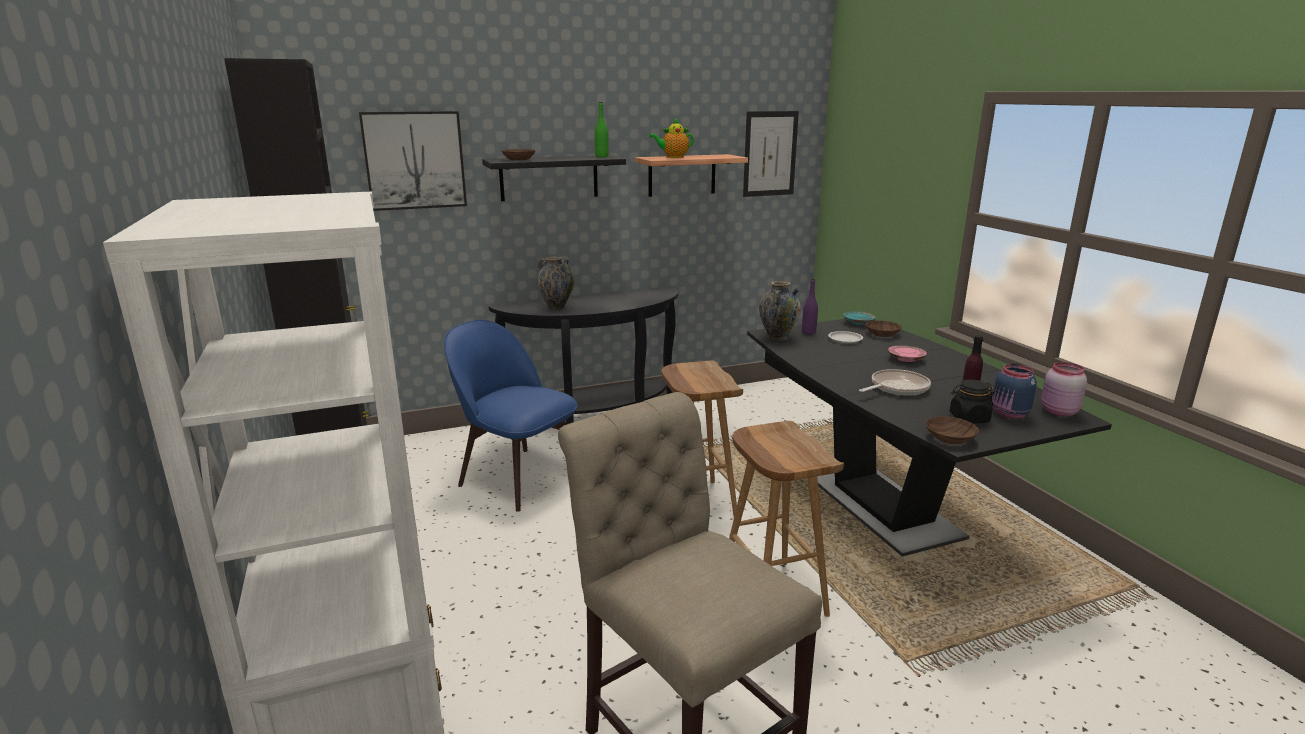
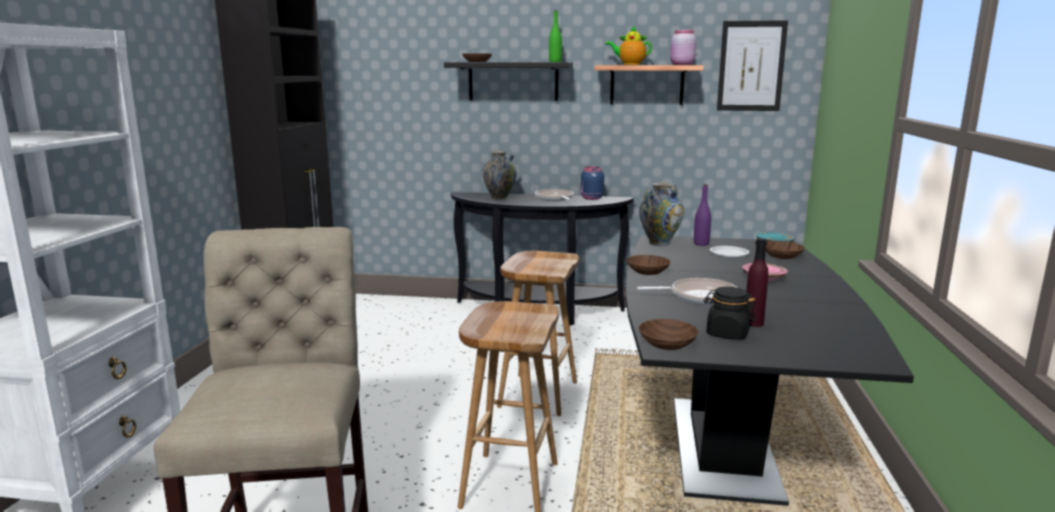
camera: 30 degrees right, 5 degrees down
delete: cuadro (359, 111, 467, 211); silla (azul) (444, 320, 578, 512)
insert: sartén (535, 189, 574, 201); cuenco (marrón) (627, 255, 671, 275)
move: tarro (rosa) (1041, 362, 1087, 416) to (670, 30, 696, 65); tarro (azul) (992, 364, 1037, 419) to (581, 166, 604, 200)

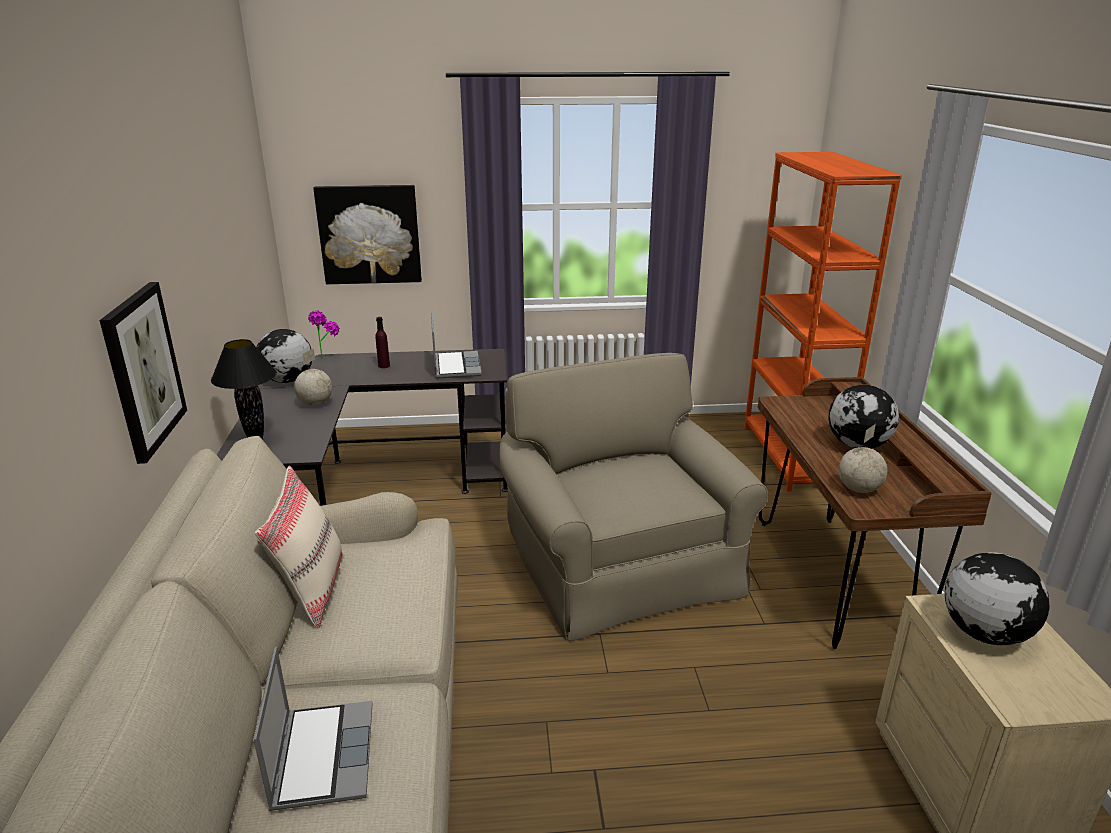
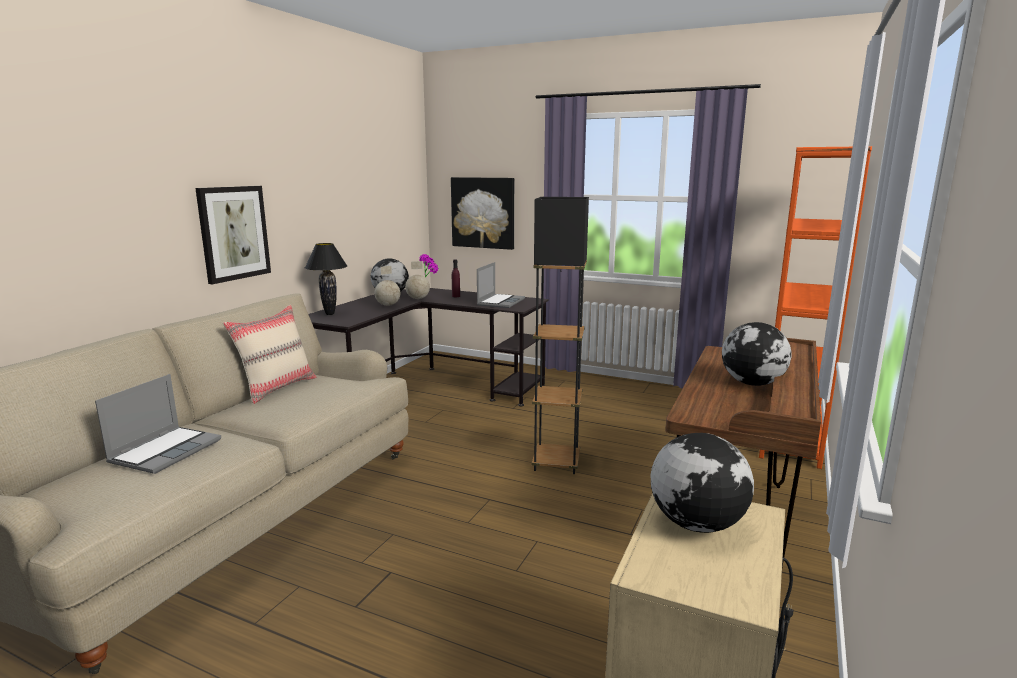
camera: 30 degrees right, 10 degrees down
move: globo terráqueo (838, 424, 887, 493) to (405, 261, 430, 299)
replace: sillón (beis) (499, 353, 768, 641) to lámpara de pie (negro) (531, 197, 589, 474)

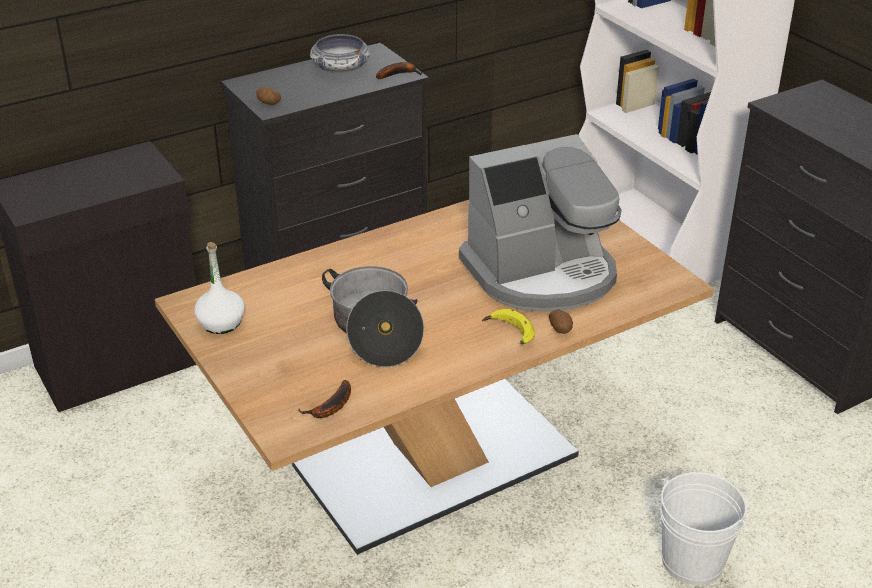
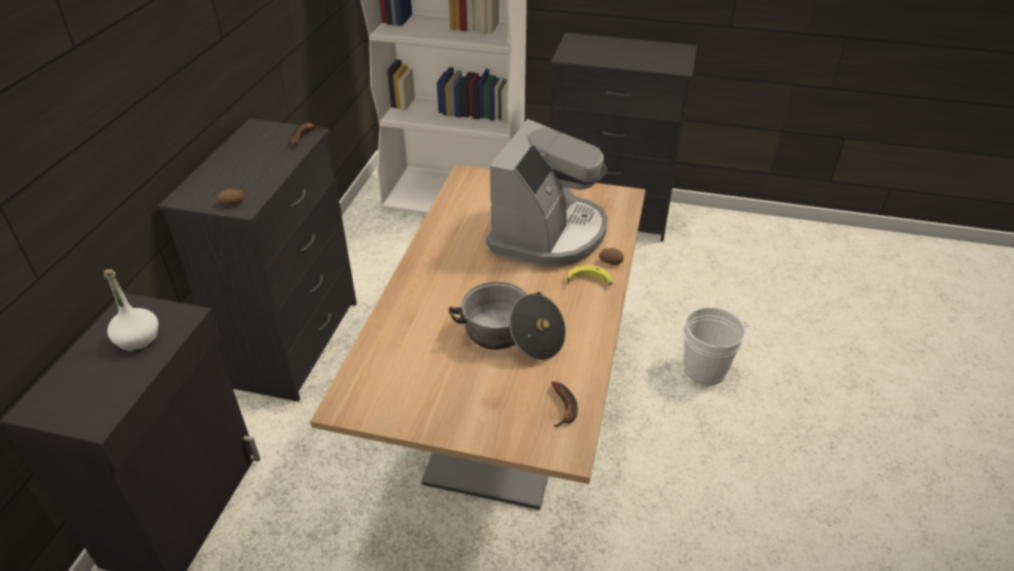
camera: 45 degrees left, 5 degrees up
delete: cuenco (310, 34, 371, 73)
move: botella (blanco) (194, 242, 245, 334) to (104, 269, 159, 352)

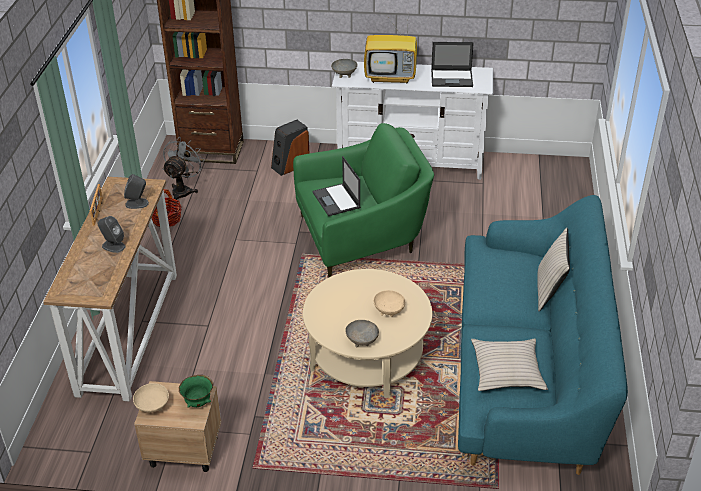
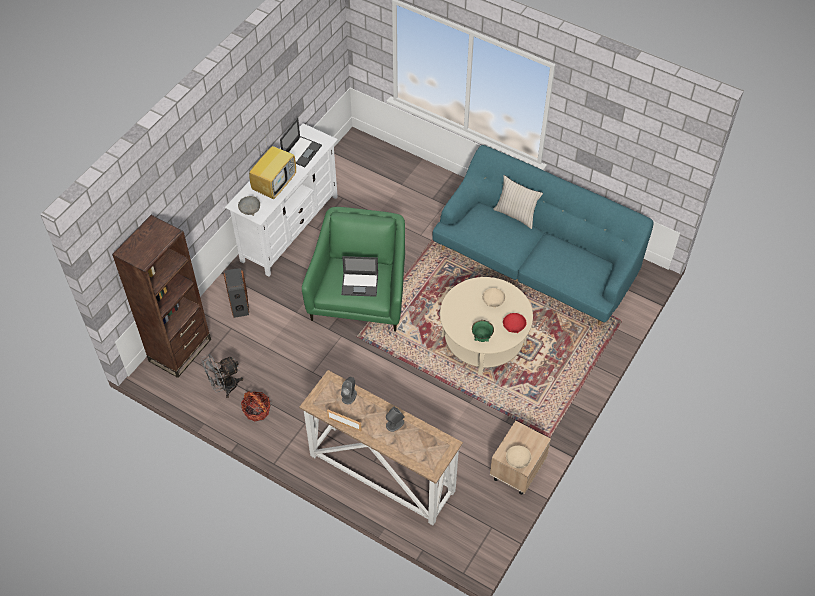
camera: 65 degrees left, 15 degrees up
delete: cojín (beis) (471, 339, 548, 391)
move: cuenco (verde) (179, 375, 214, 408) to (472, 320, 494, 342)
recolor: cuenco (gris) (345, 320, 379, 347) to cuenco (rojo) (503, 313, 527, 333)
rotate: ventilador (gris) (162, 137, 205, 200) = (201, 354, 243, 398) 75 degrees counterclockwise

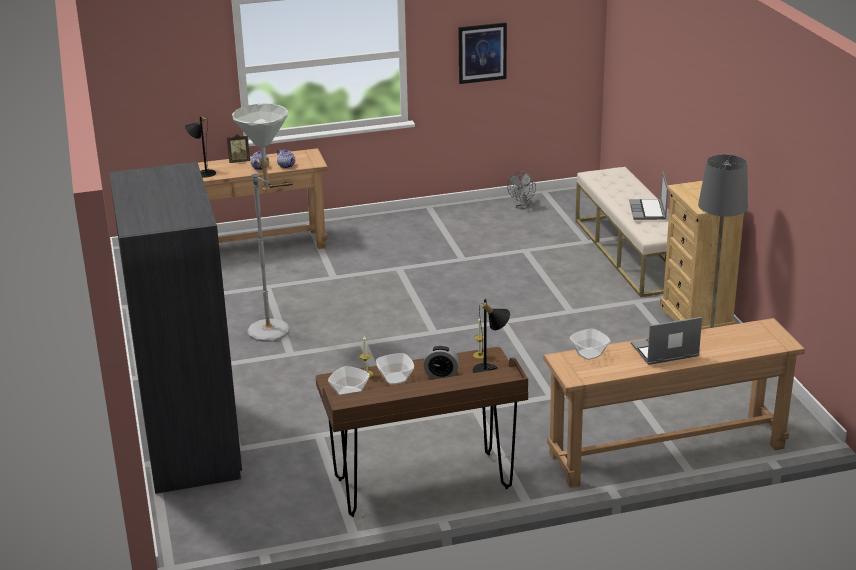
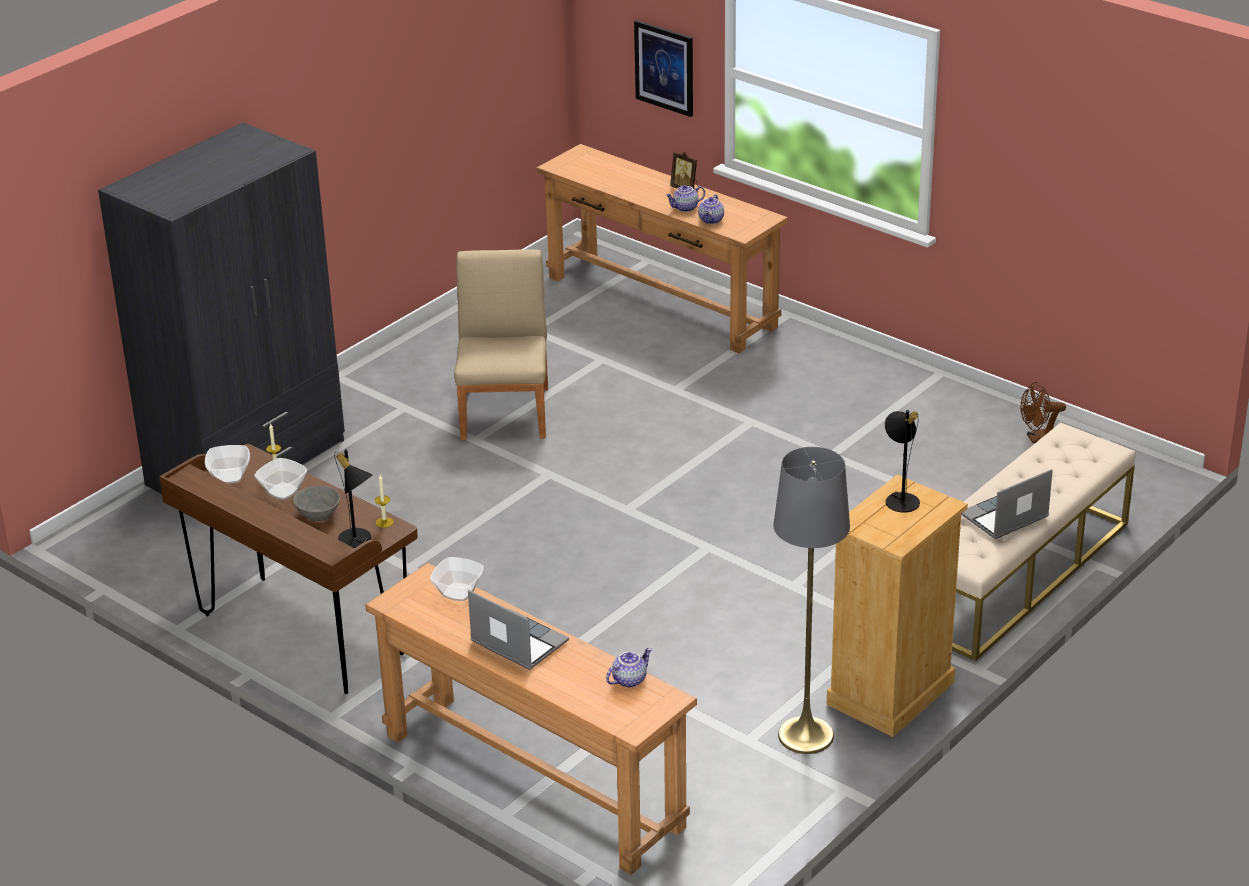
camera: 55 degrees right, 5 degrees up
insert: tetera (606, 648, 652, 688)
move: cuadro (459, 23, 507, 84) to (634, 20, 693, 117); lámpara de mesa (negro) (185, 116, 216, 178) to (885, 410, 920, 513)
replace: lámpara de pie (gris) (232, 103, 289, 342) to silla (beis) (454, 249, 548, 440); despertador (423, 345, 459, 378) to cuenco (gris) (293, 486, 340, 521)
recolor: ventilador (gris) (507, 172, 536, 209) to ventilador (marrón) (1021, 382, 1066, 443)

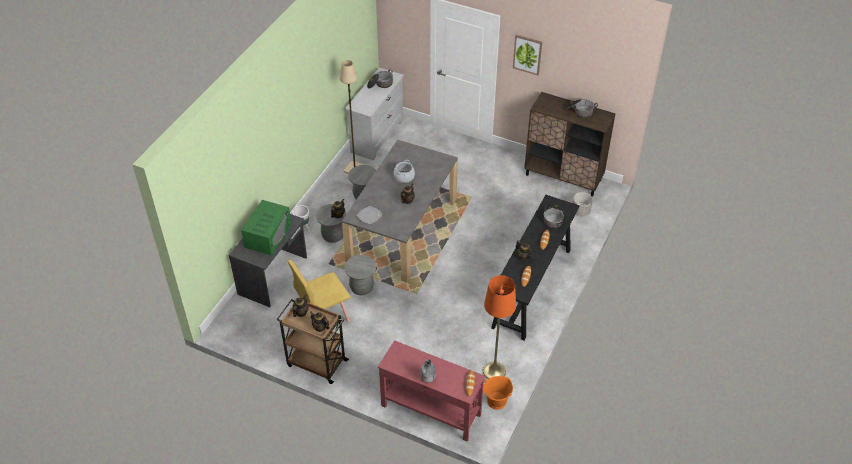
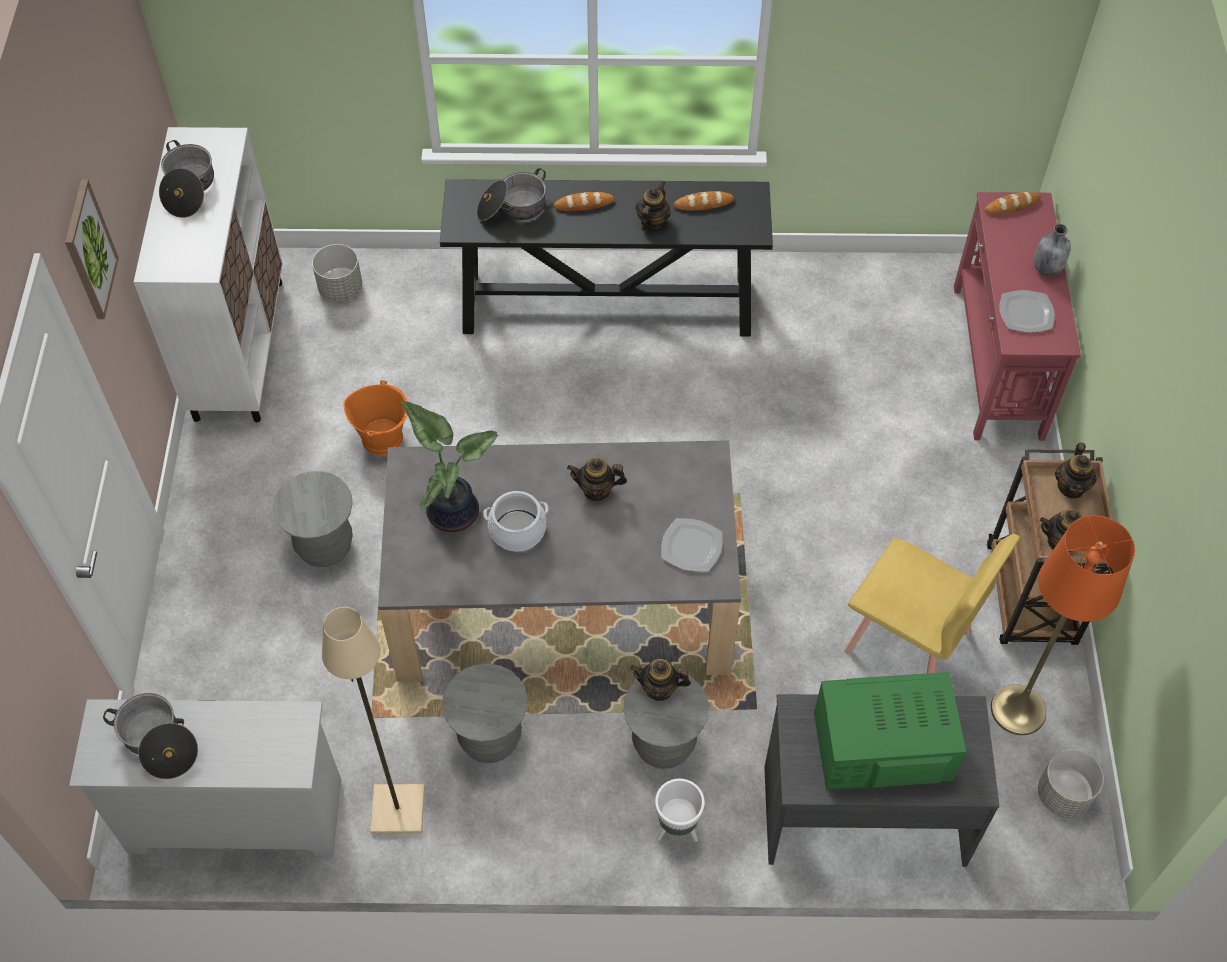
camera: 115 degrees left, 10 degrees up
insert: plato (1000, 290, 1055, 333); planta en maceta (402, 401, 499, 532); maceta (gris) (1038, 749, 1104, 818)
move: taburete (gris) (344, 255, 376, 295) to (273, 471, 353, 567); lámpara de pie (naranja) (483, 275, 516, 379) to (991, 515, 1135, 735); cubo (naranja) (483, 376, 513, 410) to (343, 380, 408, 455)
recolor: armario (marrón) (524, 92, 616, 197) to armario (blanco) (134, 127, 283, 422)

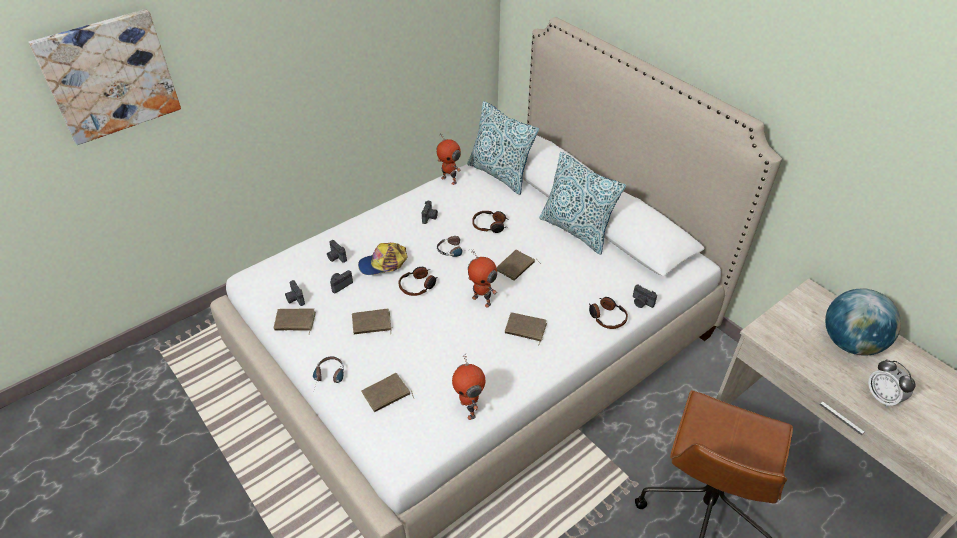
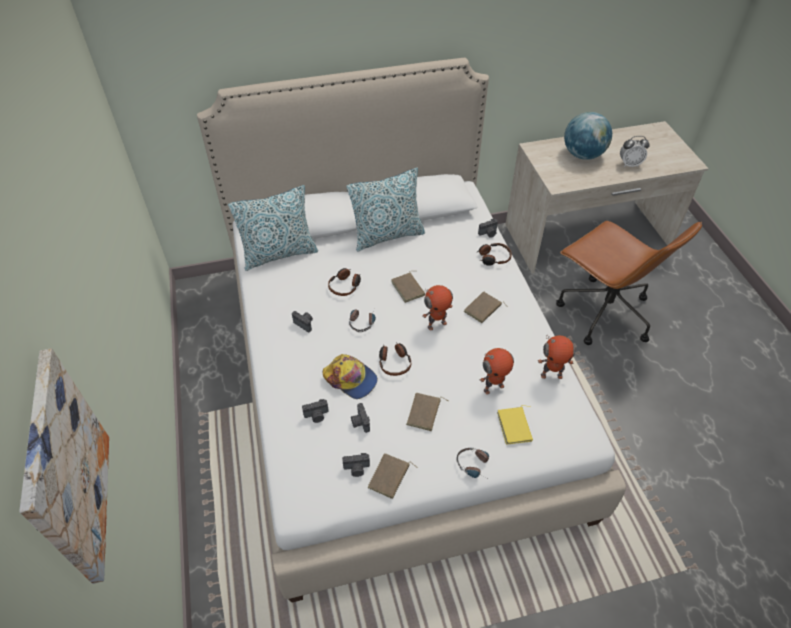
camera: 65 degrees left, 5 degrees up
move: robot de juguete (436, 133, 461, 185) to (480, 348, 514, 394)
recolor: libro (marrón) (361, 373, 415, 412) to libro (amarillo) (497, 405, 533, 445)
rotate: gorra (358, 243, 407, 275) = (322, 354, 378, 399) 60 degrees counterclockwise

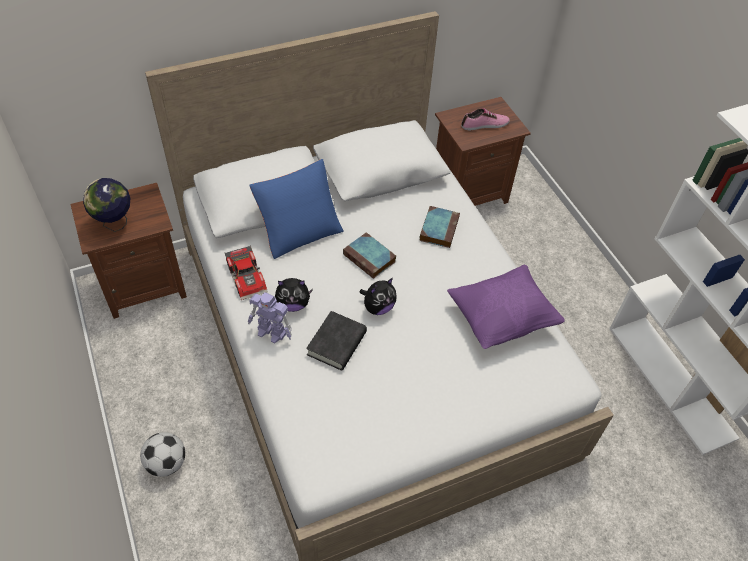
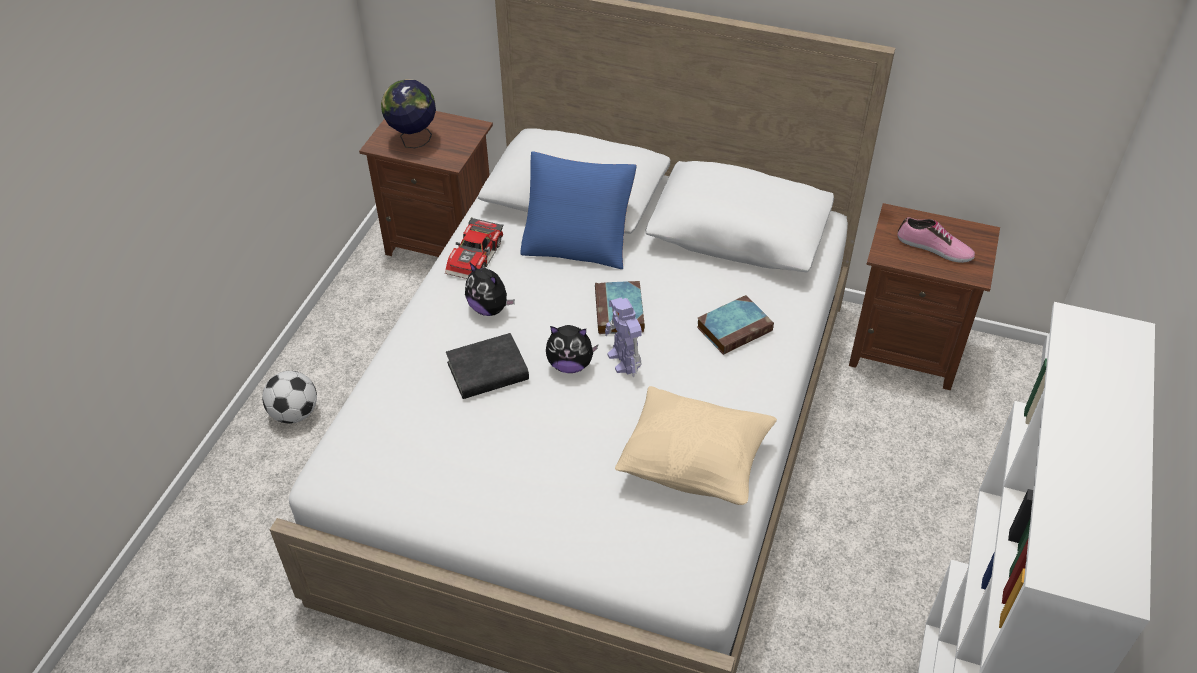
camera: 45 degrees right, 5 degrees down
move: robot de juguete (248, 292, 292, 344) to (605, 298, 642, 377)
recolor: cojín (morado) (447, 265, 565, 349) to cojín (beis) (615, 386, 777, 505)

